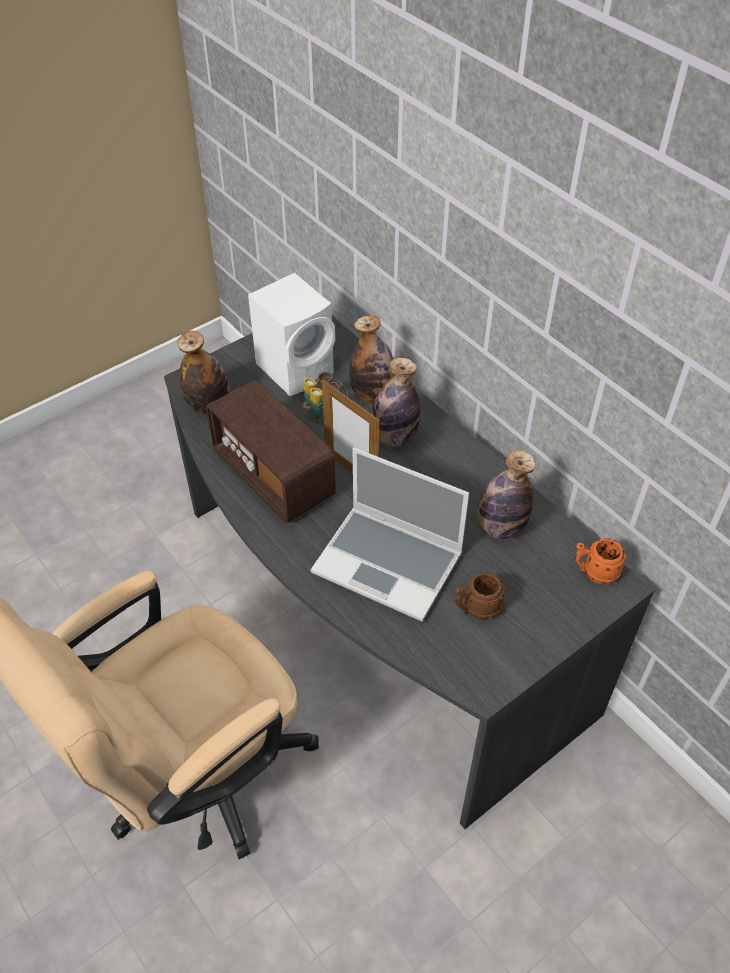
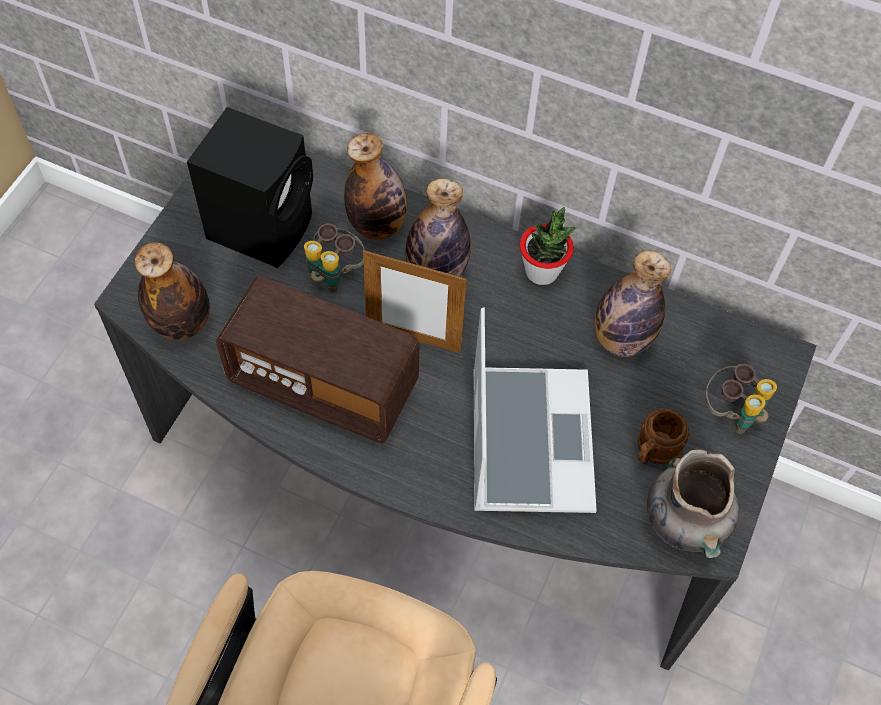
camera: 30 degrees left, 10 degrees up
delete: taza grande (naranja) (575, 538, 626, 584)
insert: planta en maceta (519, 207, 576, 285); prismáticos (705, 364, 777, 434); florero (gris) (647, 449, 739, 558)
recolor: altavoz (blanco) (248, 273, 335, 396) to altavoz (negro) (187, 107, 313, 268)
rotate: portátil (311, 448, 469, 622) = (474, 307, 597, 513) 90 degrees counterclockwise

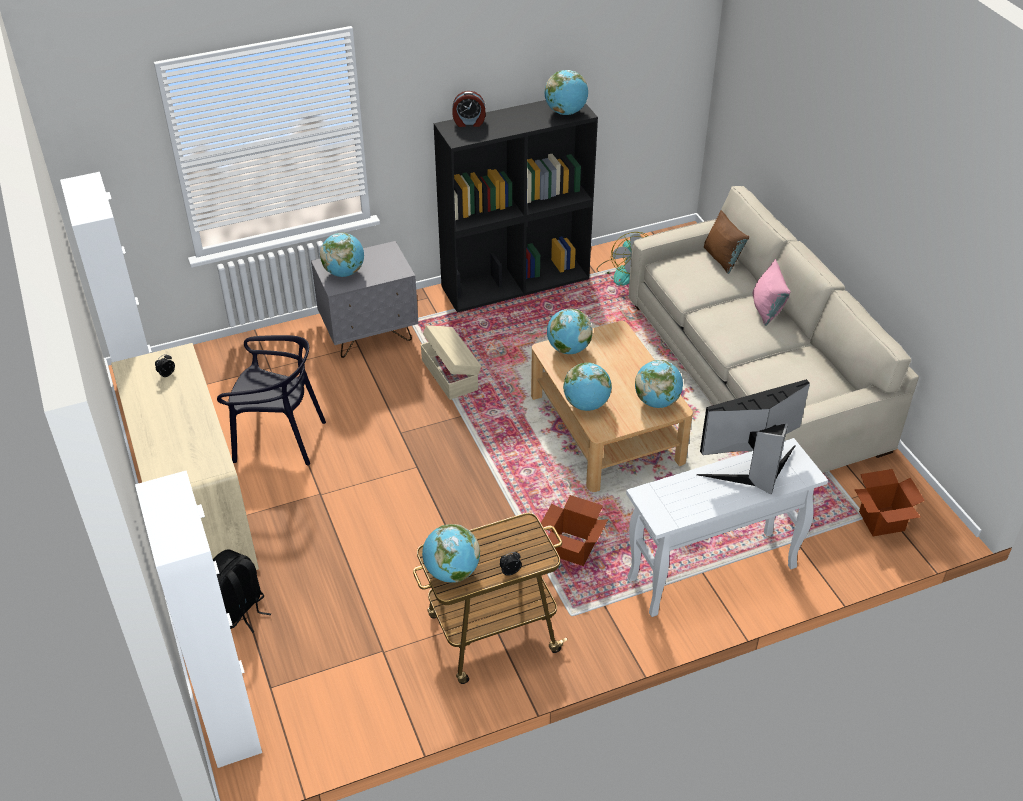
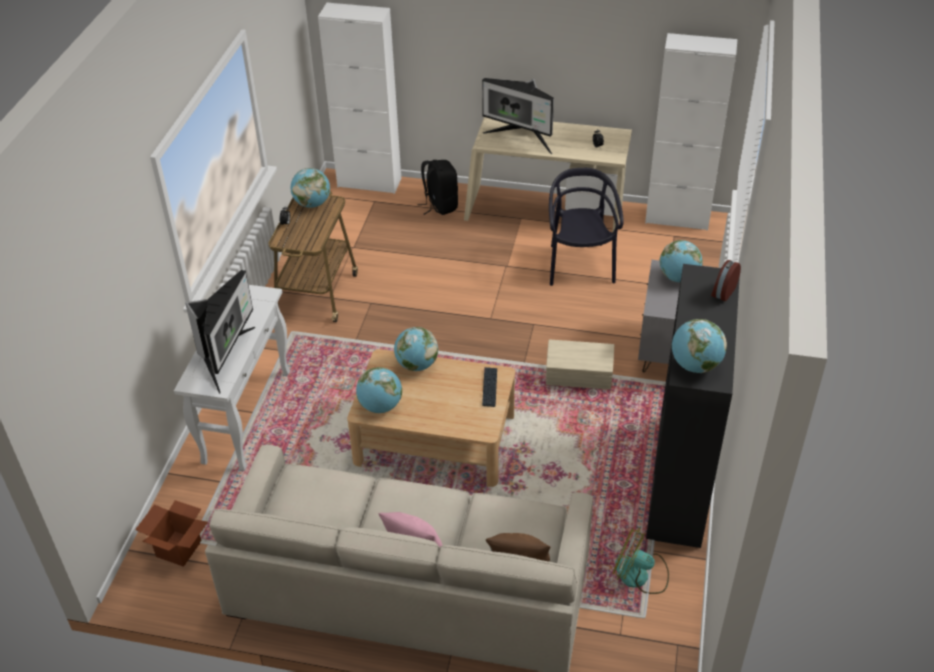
camera: 125 degrees right, 0 degrees up
delete: caja de cartón (541, 495, 608, 566)
insert: monitor (482, 78, 554, 154)
replace: globo terráqueo (547, 308, 593, 354) to teclado (482, 367, 497, 407)
rotate: silla (negro) (217, 335, 326, 465) = (549, 168, 624, 286) 135 degrees clockwise

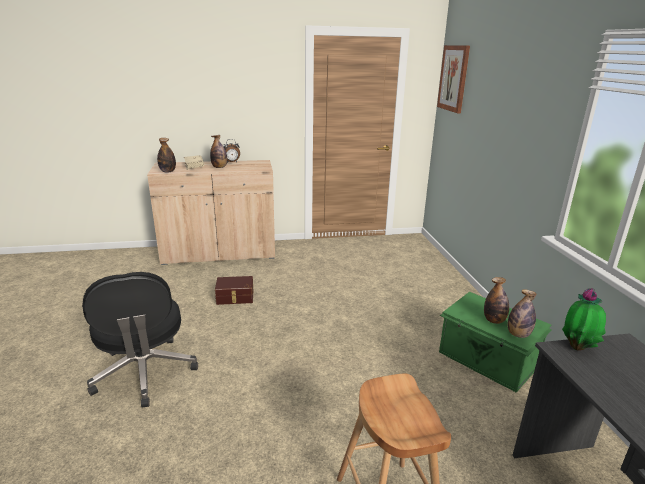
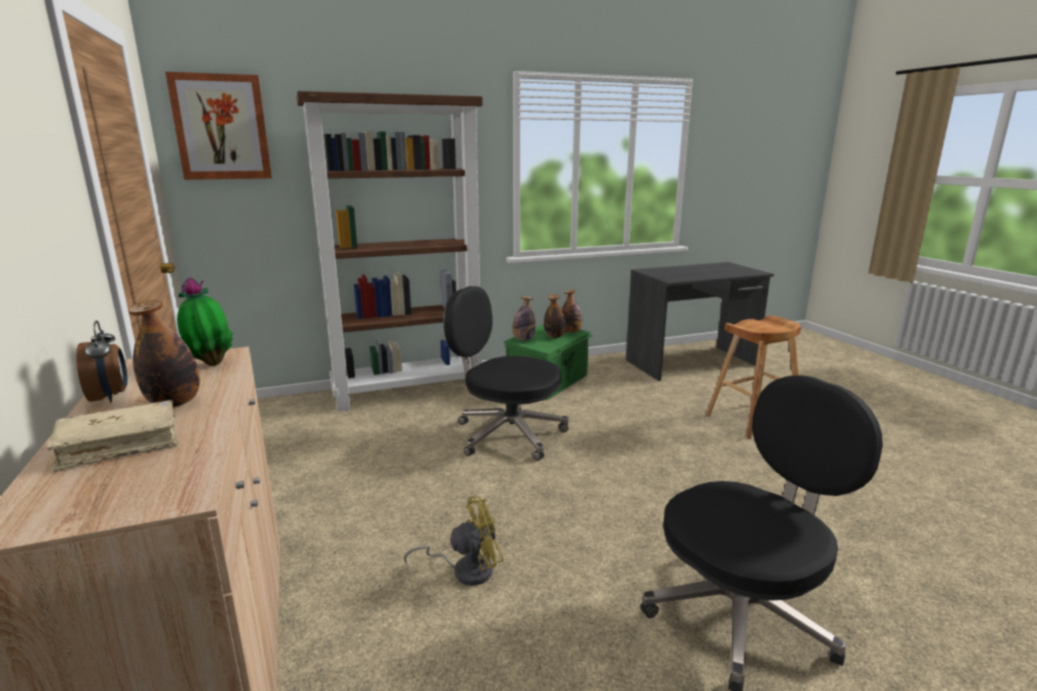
camera: 100 degrees left, 5 degrees down
insert: estantería (marrón) (297, 91, 483, 411); silla de oficina (negro) (443, 286, 569, 461)
move: botella (157, 138, 176, 173) to (513, 296, 535, 341); planta en maceta (562, 288, 606, 351) to (177, 277, 233, 366)
replace: caja de almacenaje (marrón) (215, 276, 253, 305) to ventilador (amarillo) (404, 496, 504, 586)

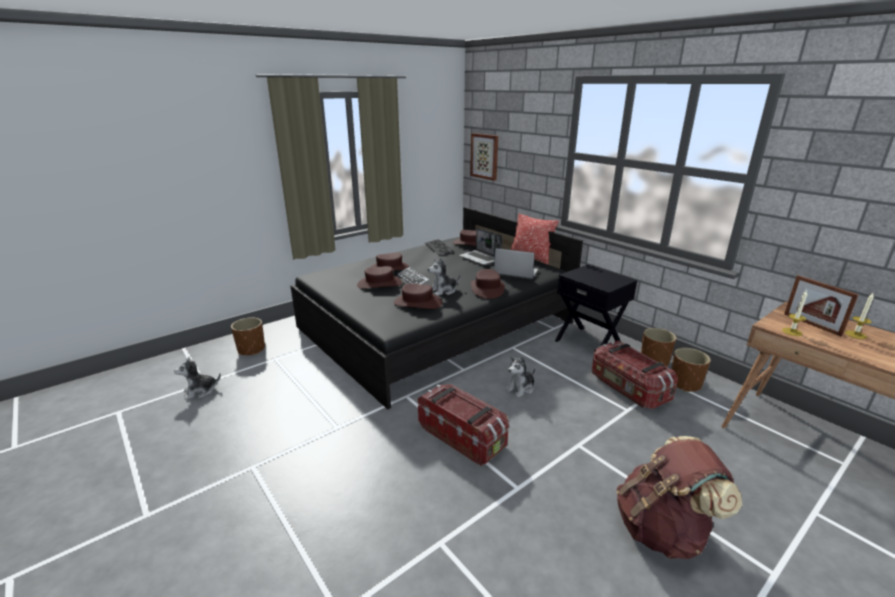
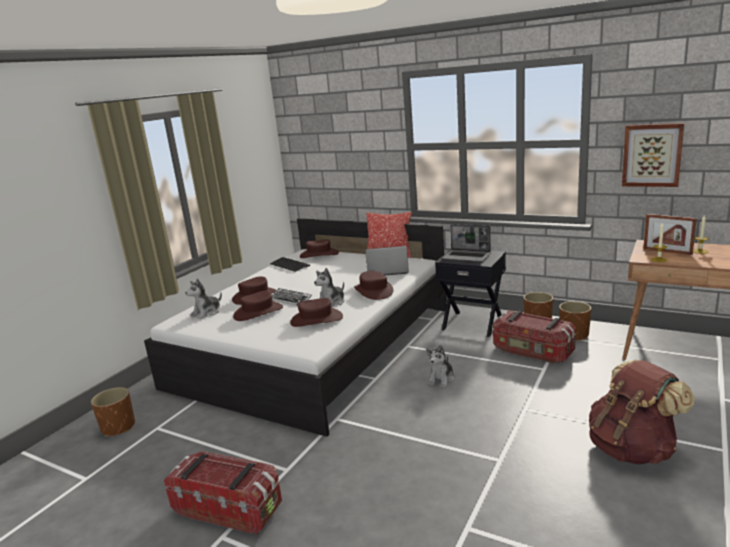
camera: 20 degrees left, 5 degrees down
move: cuadro (470, 133, 498, 181) to (622, 123, 684, 187); portátil (459, 228, 503, 265) to (442, 224, 491, 262); peluche (174, 357, 221, 400) to (185, 278, 222, 319); caja de almacenaje (418, 384, 509, 466) to (164, 451, 282, 535)
recolor: cama (negro) (290, 207, 583, 409) to cama (blanco) (144, 218, 447, 437)

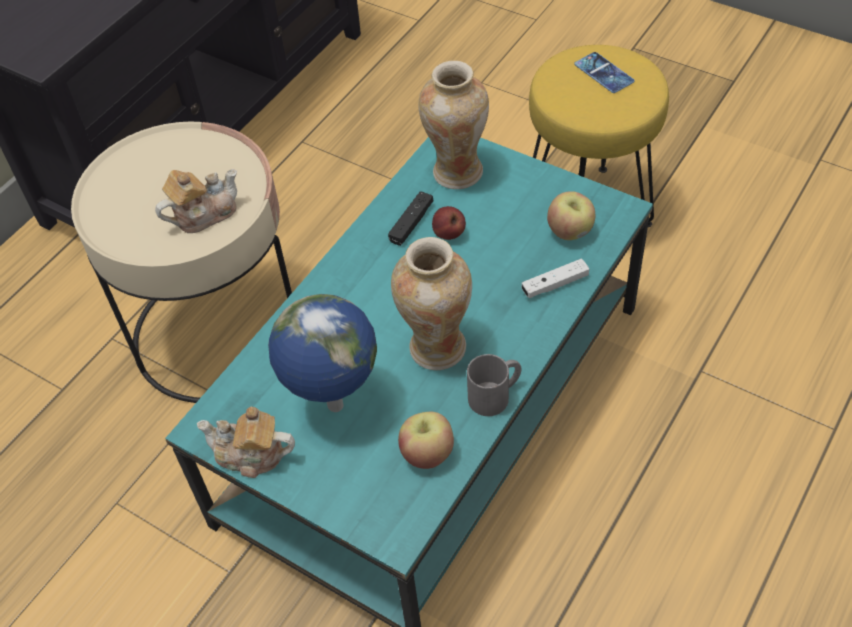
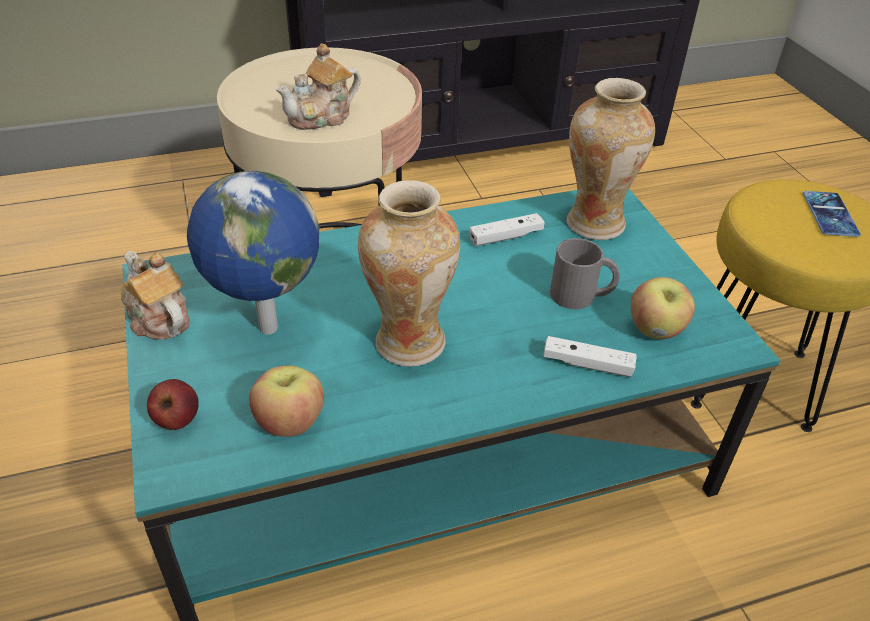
camera: 35 degrees right, 10 degrees down
move: manzana (432, 206, 466, 240) to (147, 379, 199, 430); taza grande (gris) (467, 354, 522, 416) to (550, 238, 620, 309)
recolor: mando de consola (negro) (388, 191, 433, 246) to mando de consola (blanco) (470, 213, 545, 246)
rotate: tetera (155, 169, 237, 233) = (276, 43, 361, 130) 135 degrees clockwise

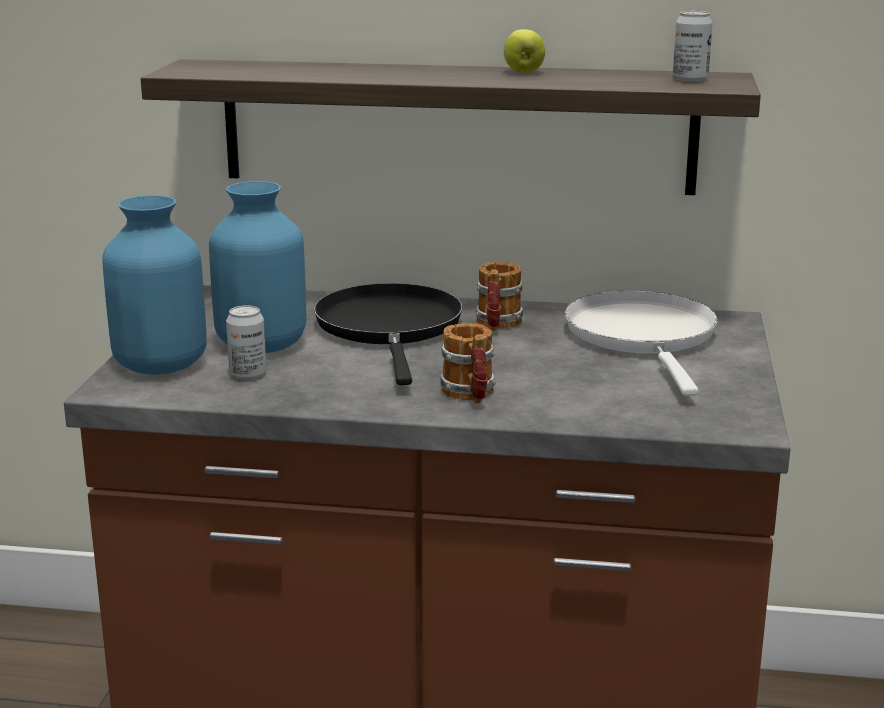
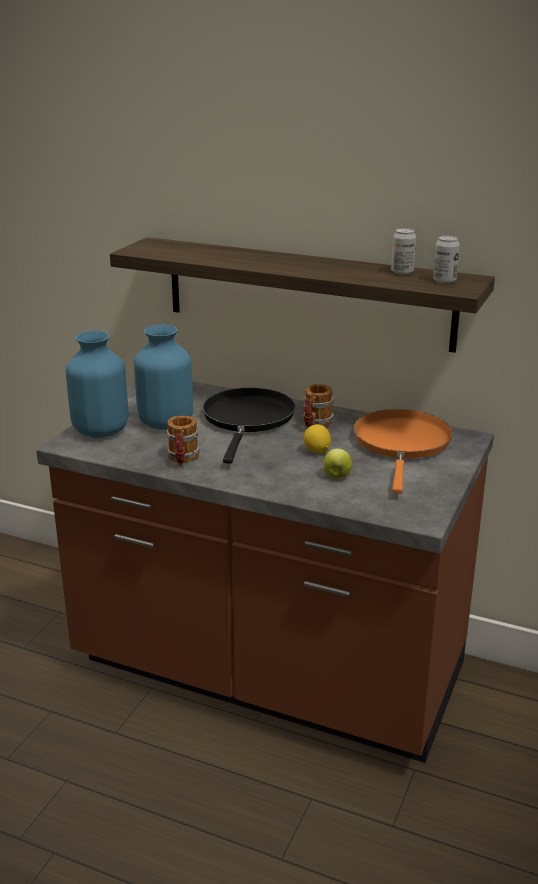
camera: 15 degrees right, 5 degrees up
insert: limón (303, 424, 331, 453)
move: manzana (504, 29, 545, 73) to (323, 449, 352, 479); lata (226, 305, 266, 380) to (391, 228, 416, 275); taza grande (440, 323, 496, 403) to (167, 416, 200, 466)
recolor: sartén (blanco) (565, 290, 718, 396) to sartén (naranja) (354, 409, 453, 494)

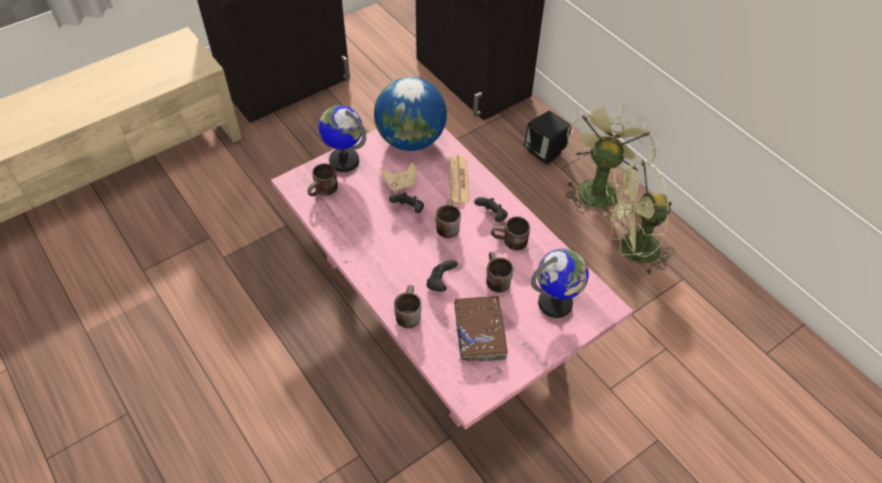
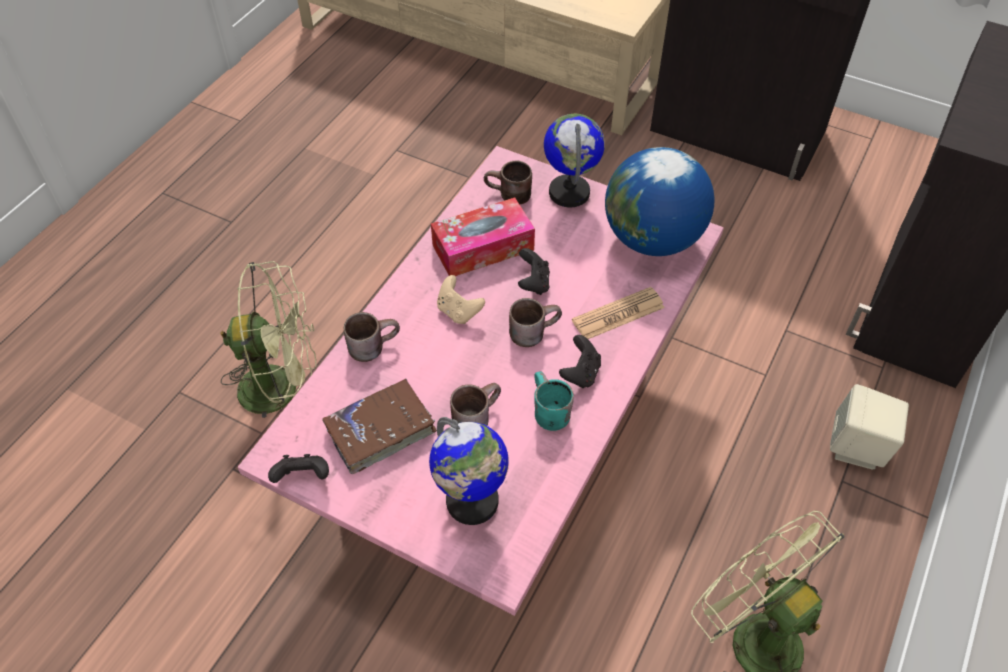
camera: 65 degrees right, 0 degrees up
insert: caja de pañuelos (431, 198, 535, 276)
move: ventilador (verde) (565, 103, 659, 213) to (220, 261, 317, 418); mando de consola (beis) (382, 162, 416, 191) to (437, 275, 485, 324); mando de consola (negro) (427, 260, 458, 292) to (268, 454, 329, 483)
recolor: altavoz (negro) (524, 111, 572, 165) to altavoz (beis) (830, 384, 909, 469); taza grande (marrón) (491, 216, 530, 250) to taza grande (turquesa) (534, 372, 574, 431)

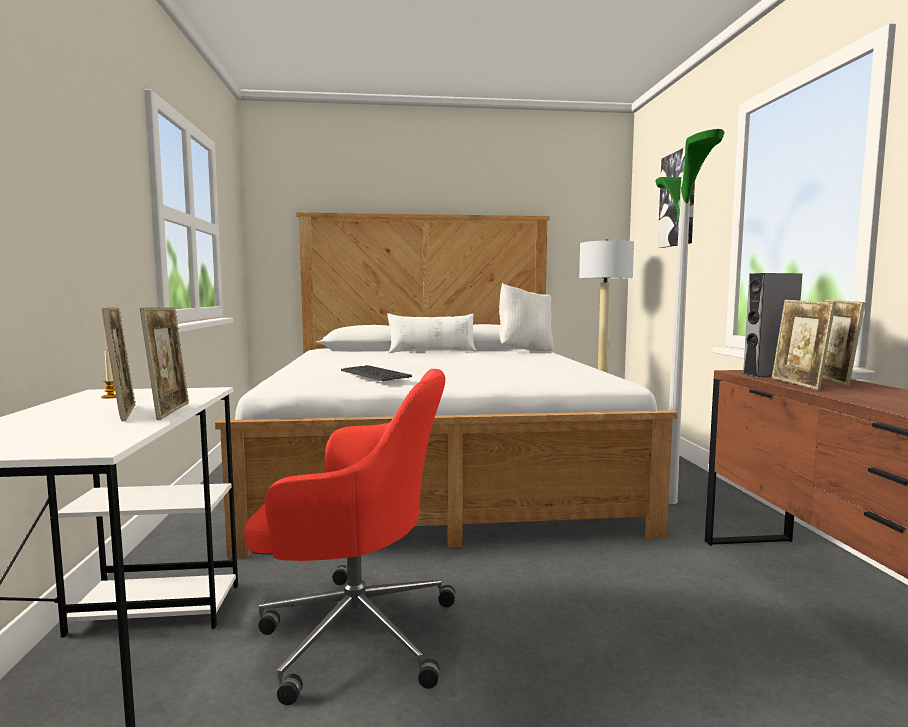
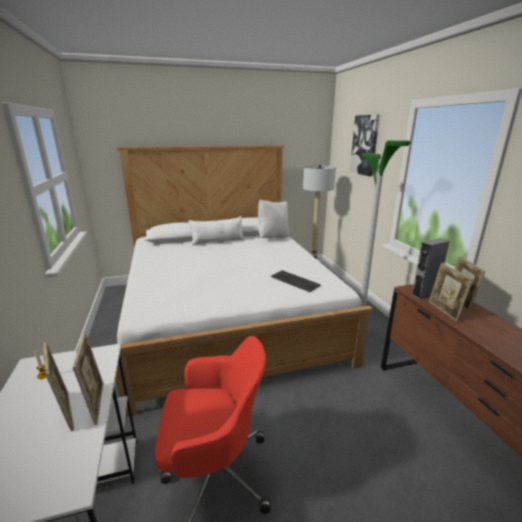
camera: 10 degrees left, 15 degrees up
move: teclado (341, 365, 412, 381) to (271, 270, 321, 292)

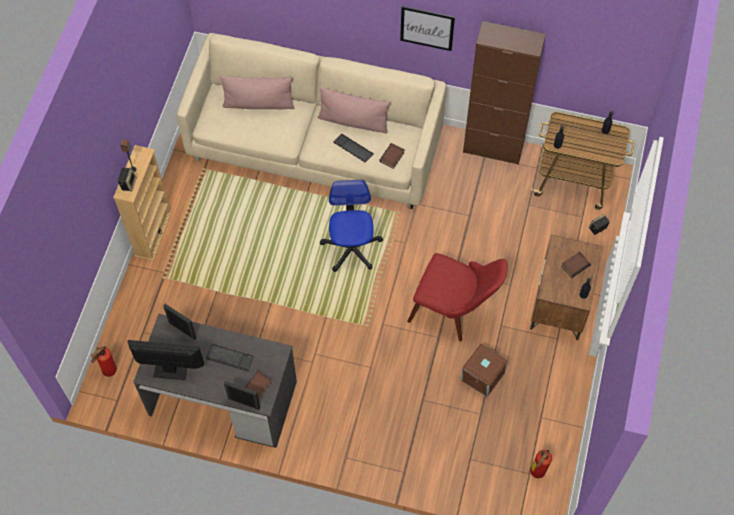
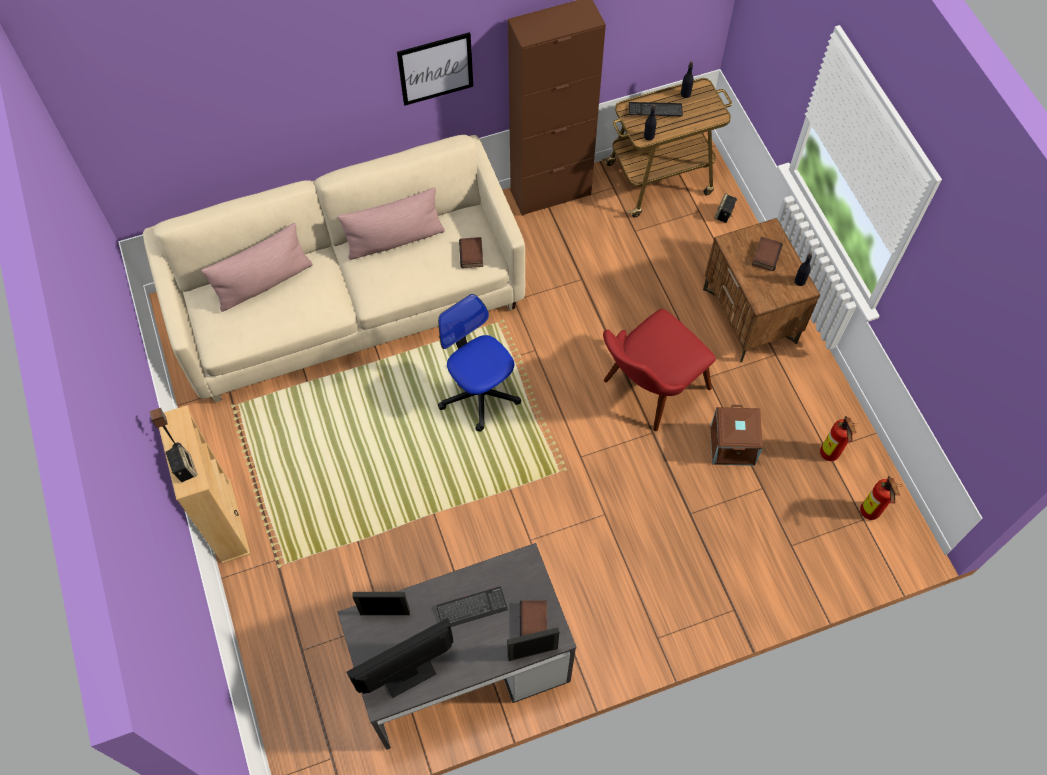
camera: 35 degrees left, 0 degrees up
move: teclado (333, 134, 374, 162) to (629, 102, 683, 117); extintor (91, 346, 117, 377) to (820, 416, 859, 461)
rotate: silla (rojo) (407, 253, 508, 341) = (603, 309, 716, 431) 150 degrees clockwise

